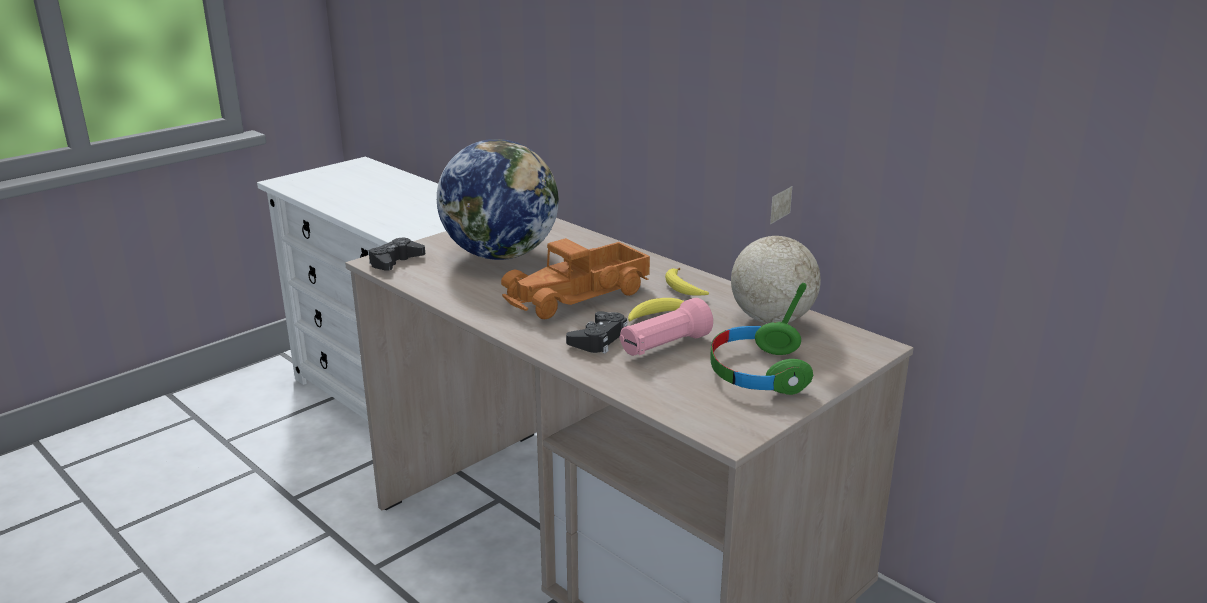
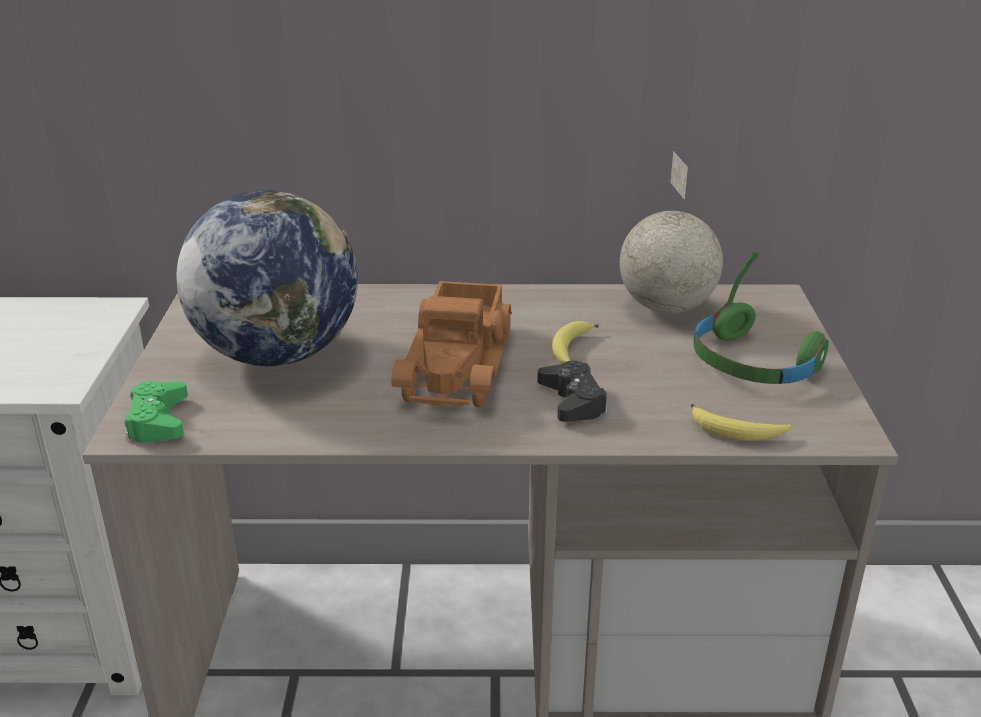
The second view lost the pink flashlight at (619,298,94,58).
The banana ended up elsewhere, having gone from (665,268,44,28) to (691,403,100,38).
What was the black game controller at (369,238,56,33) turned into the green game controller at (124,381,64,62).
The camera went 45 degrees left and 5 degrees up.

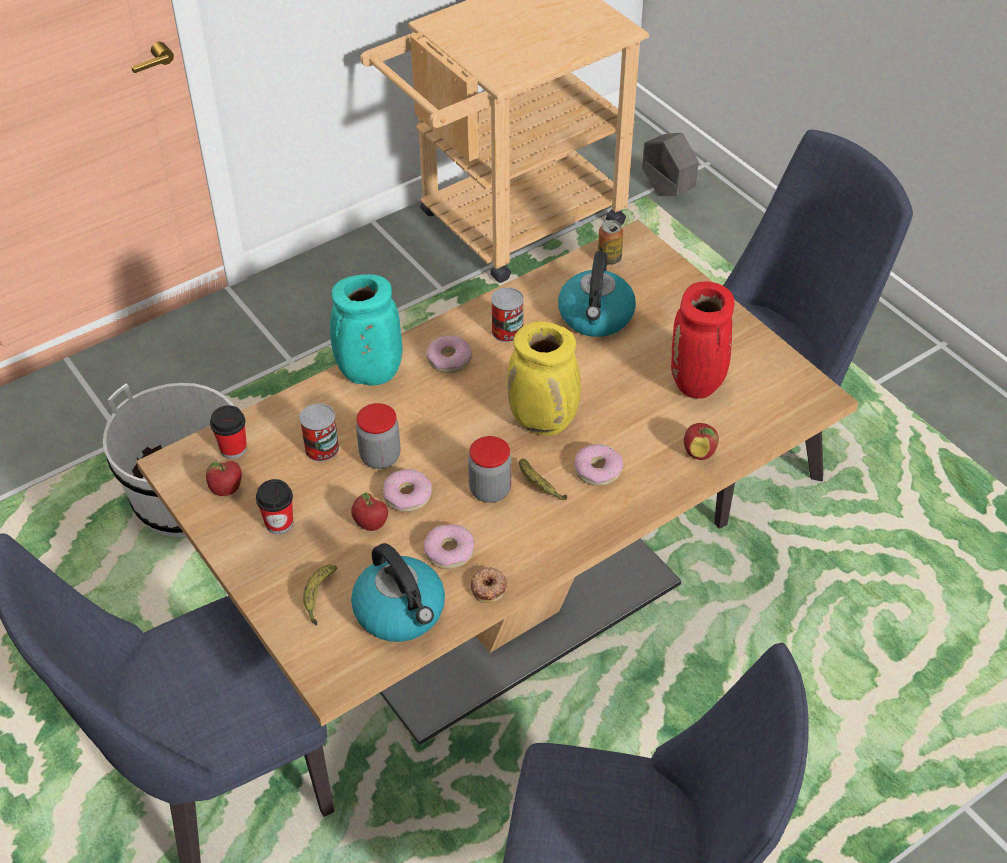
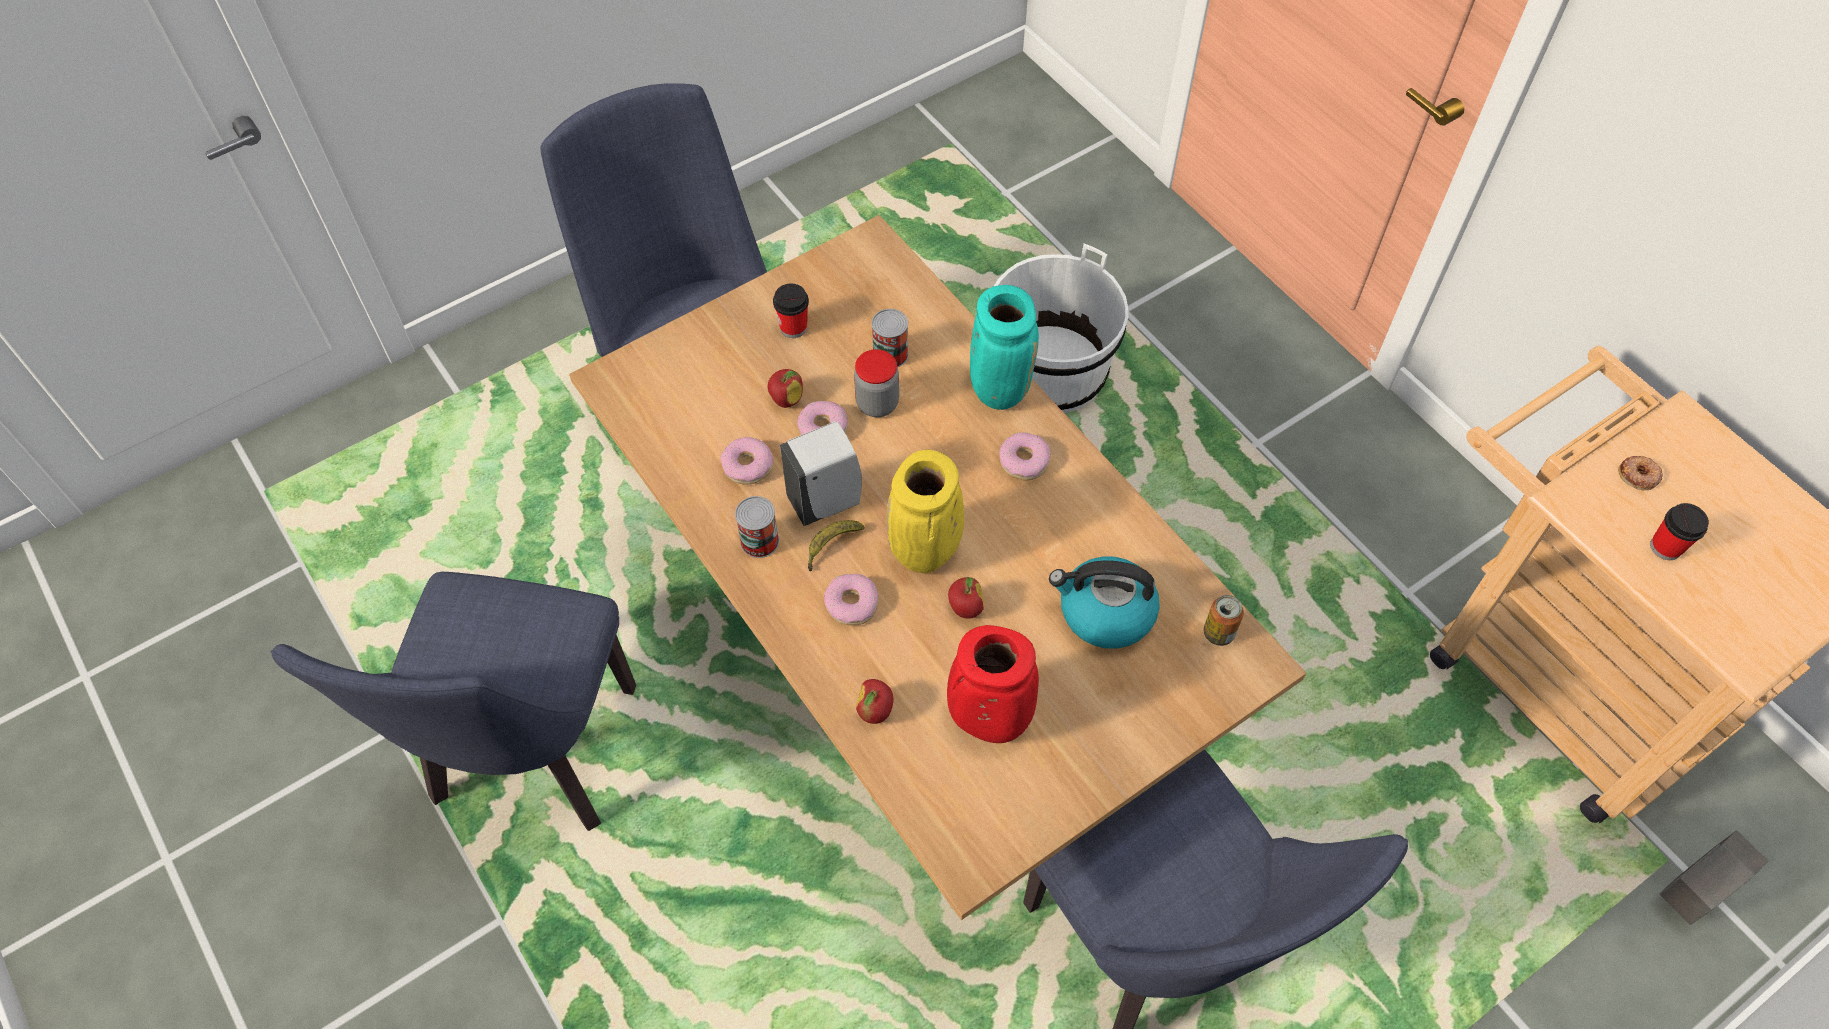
The second view lost the banana at (303,565,34,61).
The second view lost the kettle at (351,543,94,99).
The apple ended up elsewhere, having gone from (206,461,36,35) to (948,577,36,42).
The cup ended up elsewhere, having gone from (210,405,37,54) to (1650,503,59,57).
The donut ended up elsewhere, having gone from (470,567,38,36) to (1618,456,45,34).
The can ended up elsewhere, having gone from (491,287,33,55) to (735,496,44,62).
Where the jar stood at (468,436,43,67), the white soap dispenser came to stand at (780,421,82,105).
The camera went 90 degrees right and 10 degrees up.

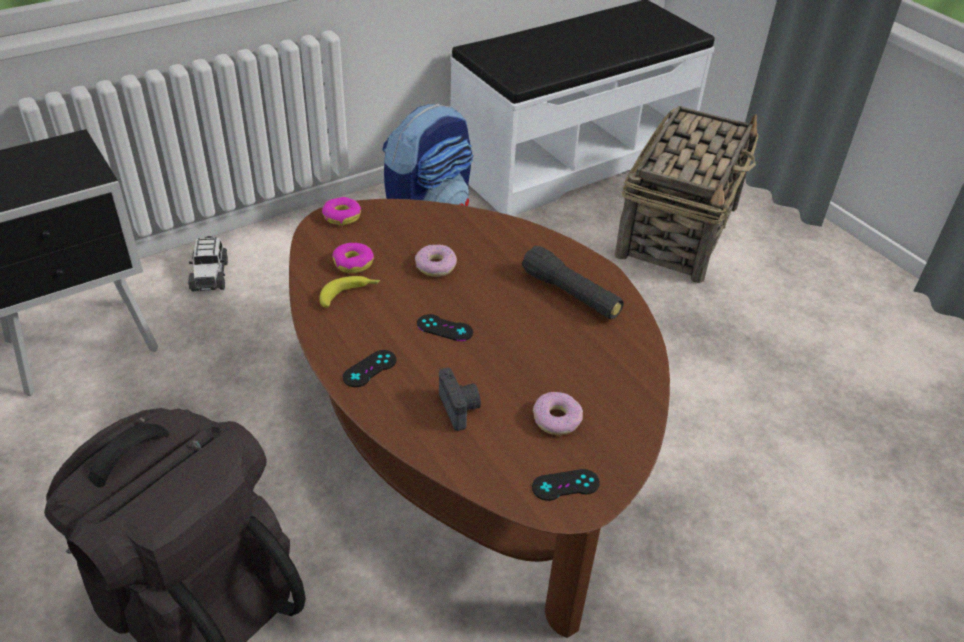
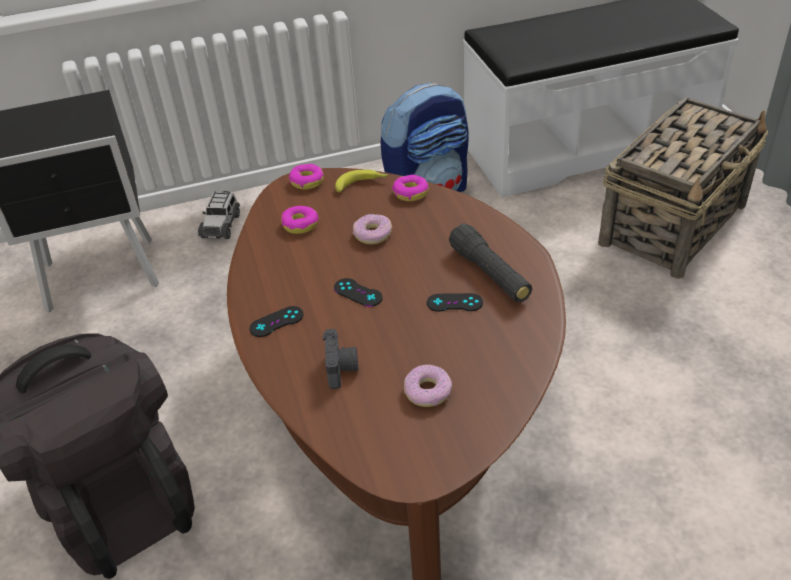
The second view gained the donut at (392,175,37,26).
The banana ended up elsewhere, having gone from (319,276,61,32) to (335,169,53,23).
The black game controller ended up elsewhere, having gone from (532,469,68,32) to (427,293,56,19).
The camera went 20 degrees right and 0 degrees up.

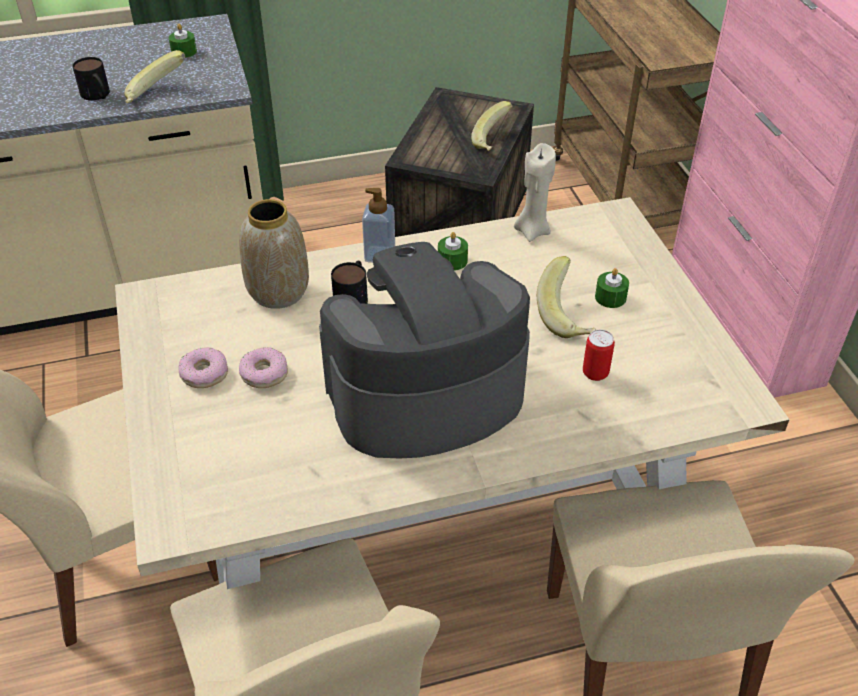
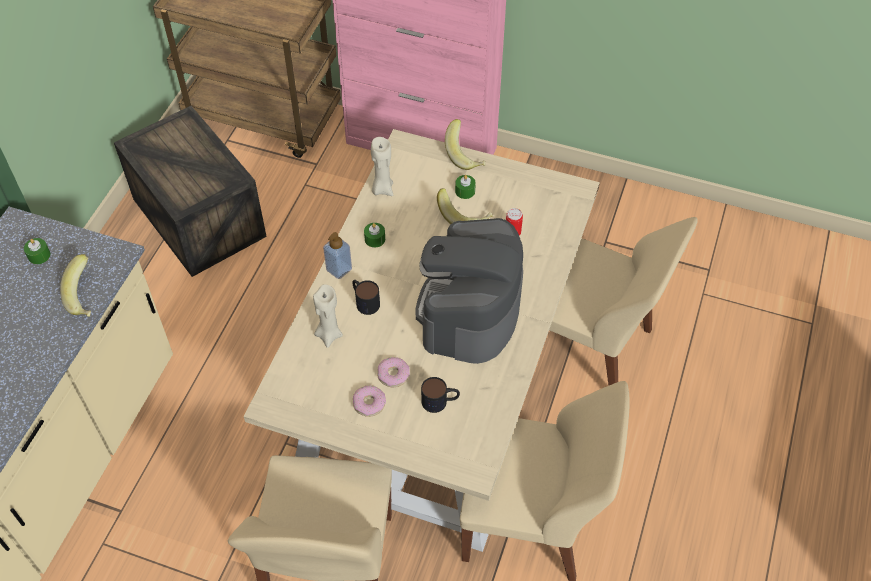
The mug ended up elsewhere, having gone from (72,57,38,43) to (421,377,39,36).
The banana ended up elsewhere, having gone from (471,101,41,50) to (445,119,40,51).
Where the vase stood at (239,199,70,110), the beige candle came to stand at (313,284,30,64).
The camera went 55 degrees left and 10 degrees up.

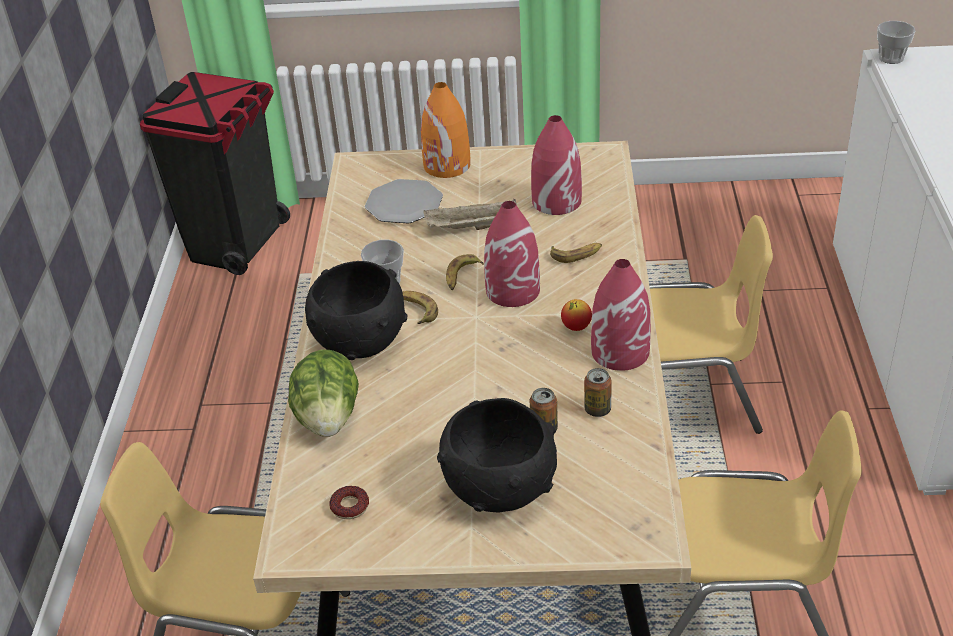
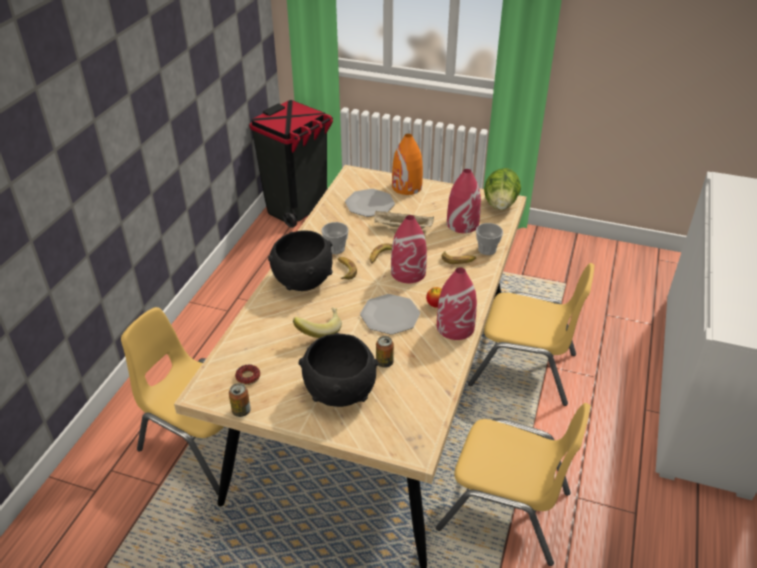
The second view gained the banana at (293,308,49,30).
The second view gained the plate at (360,294,60,41).
The lettuce ended up elsewhere, having gone from (288,349,71,88) to (484,168,37,42).
The can ended up elsewhere, having gone from (584,368,28,49) to (229,383,22,34).
The cup ended up elsewhere, having gone from (877,21,38,43) to (476,223,27,32).
The camera went 15 degrees right and 0 degrees up.

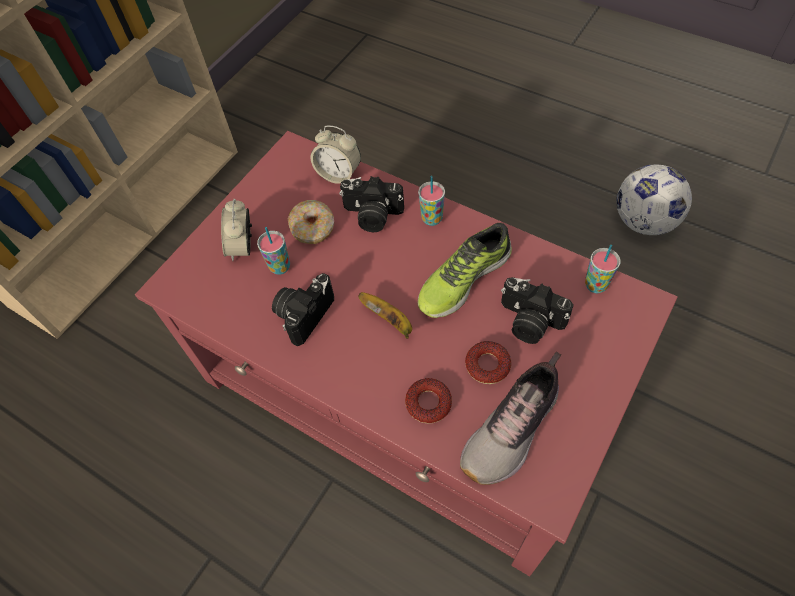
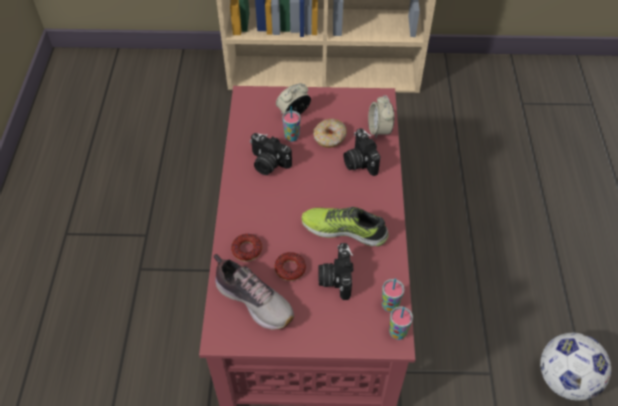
The second view lost the banana at (358,292,54,47).
The cup ended up elsewhere, having gone from (418,176,27,50) to (389,306,24,34).
The photo camera at (272,273,62,73) ended up facing another way, 150 degrees counterclockwise from before.
The shoe at (460,352,101,133) ended up facing another way, 150 degrees counterclockwise from before.
The camera went 55 degrees right and 5 degrees down.

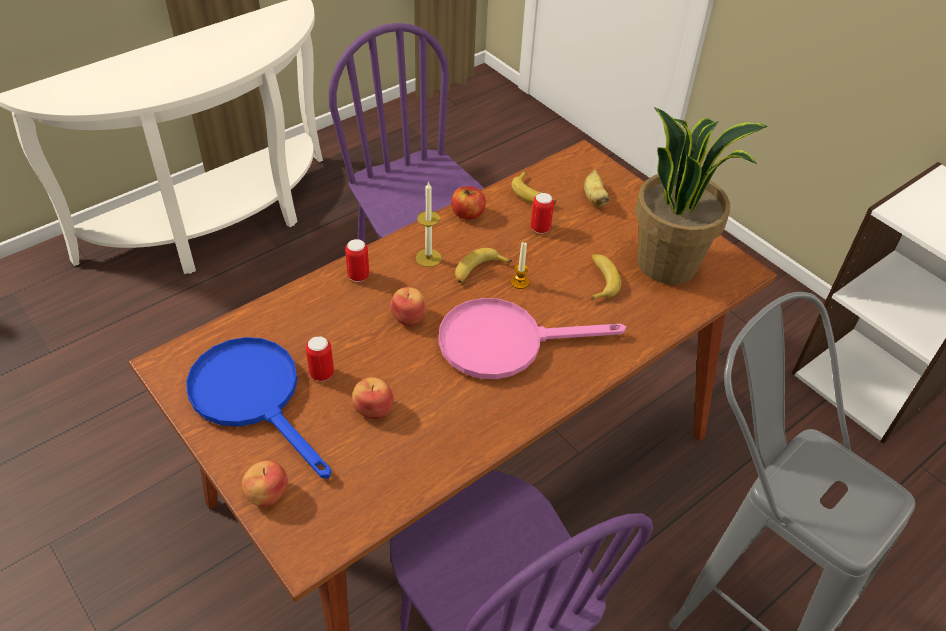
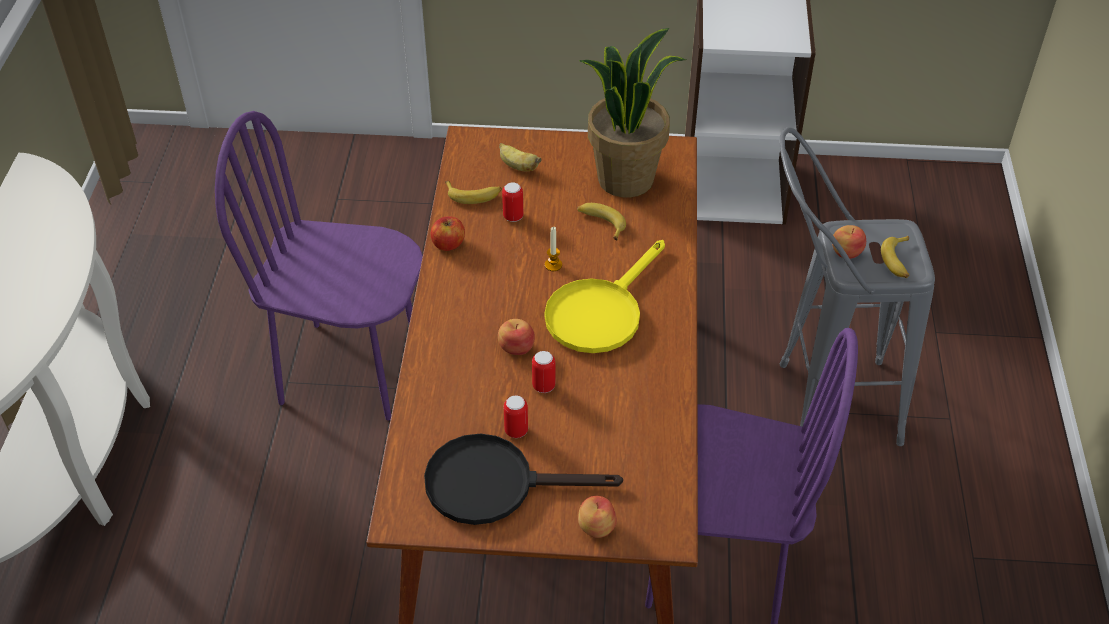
The second view lost the candle at (416,181,26,86).
The can ended up elsewhere, having gone from (345,239,24,43) to (532,351,23,42).
The apple ended up elsewhere, having gone from (352,377,42,42) to (832,225,34,34).
The banana ended up elsewhere, having gone from (455,248,57,35) to (881,236,28,42).
What was the blue frying pan at (186,337,145,141) turned into the black frying pan at (424,434,199,91).
What was the pink frying pan at (439,298,187,81) turned into the yellow frying pan at (545,240,120,113).
The camera went 45 degrees left and 0 degrees up.

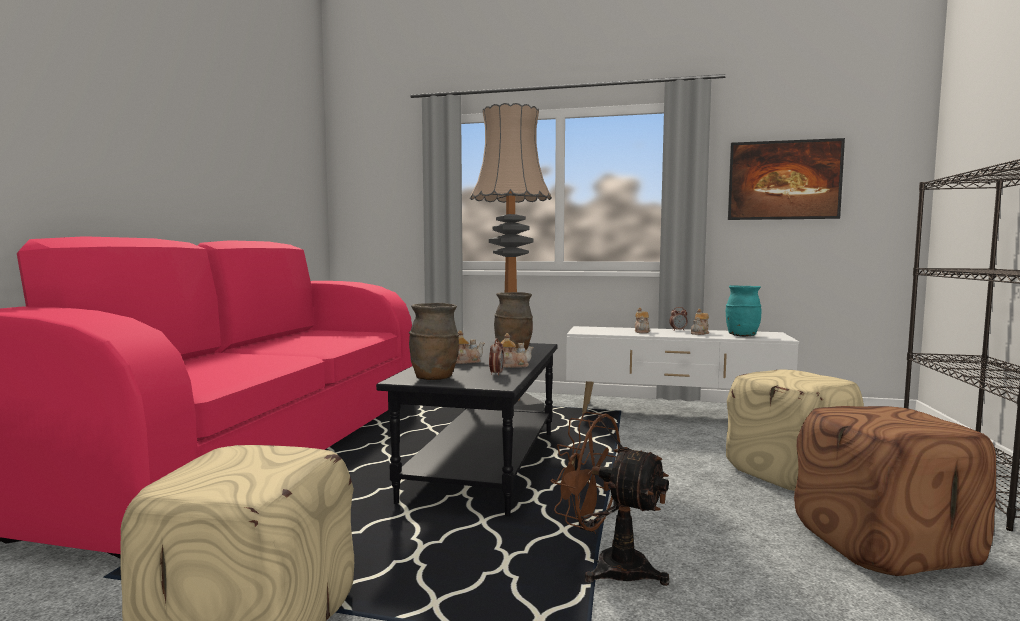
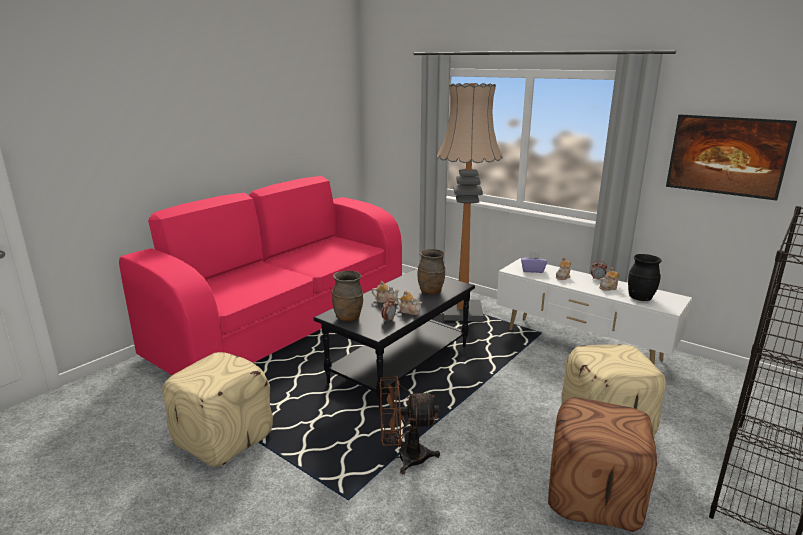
The second view gained the purple tissue box at (521,252,26,21).
What was the turquoise vase at (725,285,37,52) turned into the black vase at (628,254,34,47).
The brown fan at (551,412,118,174) ended up facing another way, 60 degrees counterclockwise from before.
The camera went 25 degrees right and 15 degrees up.

